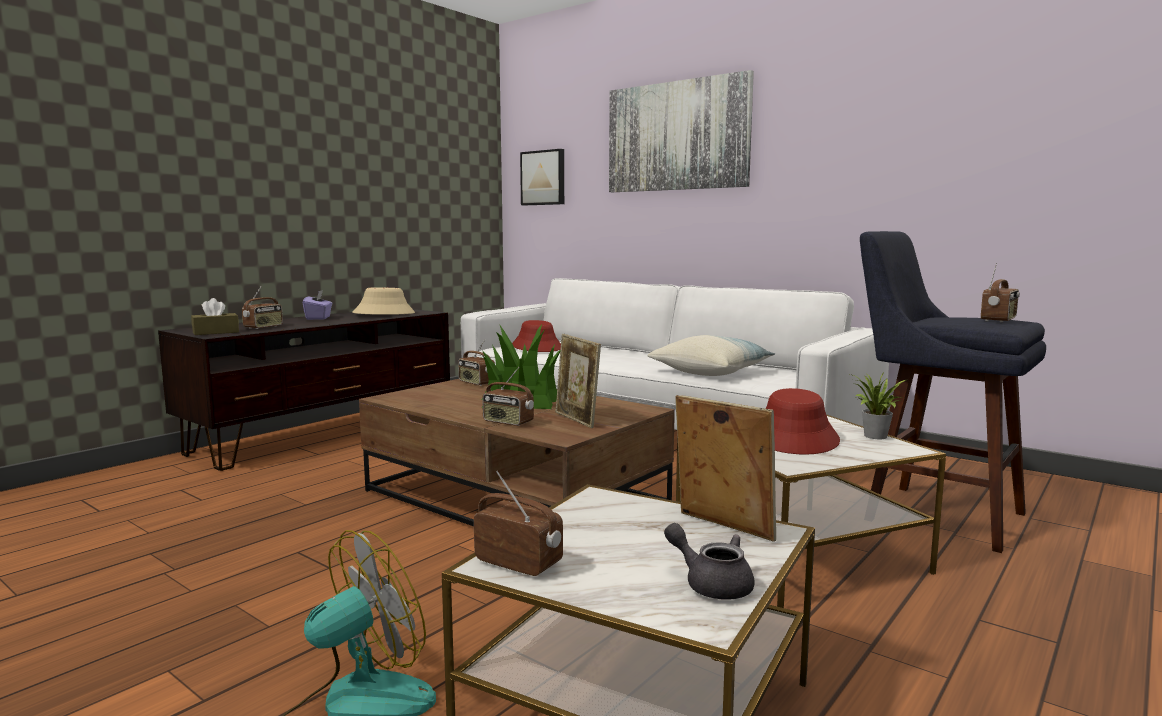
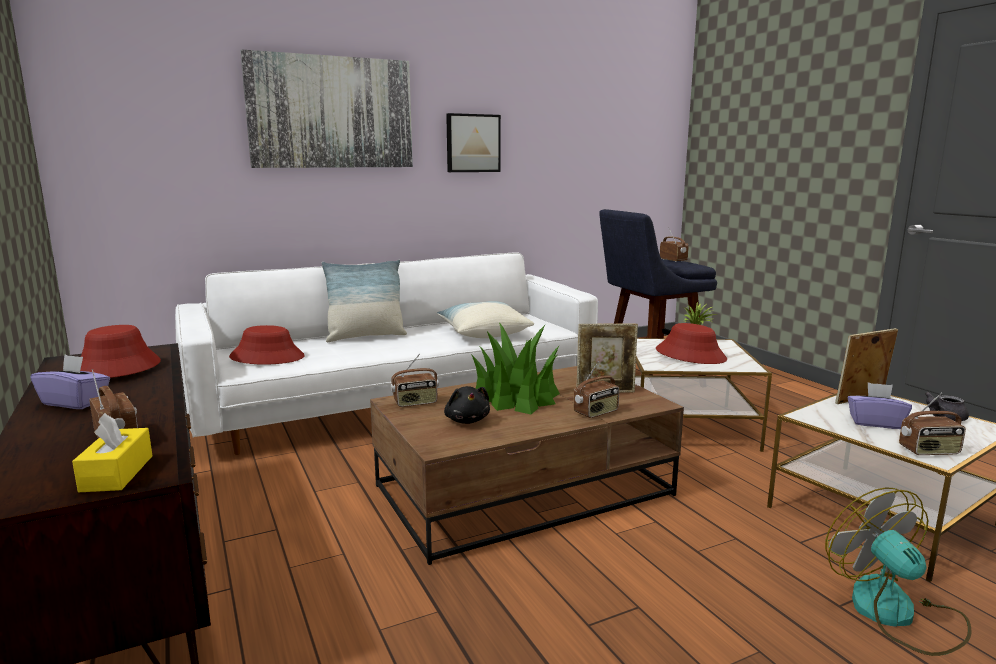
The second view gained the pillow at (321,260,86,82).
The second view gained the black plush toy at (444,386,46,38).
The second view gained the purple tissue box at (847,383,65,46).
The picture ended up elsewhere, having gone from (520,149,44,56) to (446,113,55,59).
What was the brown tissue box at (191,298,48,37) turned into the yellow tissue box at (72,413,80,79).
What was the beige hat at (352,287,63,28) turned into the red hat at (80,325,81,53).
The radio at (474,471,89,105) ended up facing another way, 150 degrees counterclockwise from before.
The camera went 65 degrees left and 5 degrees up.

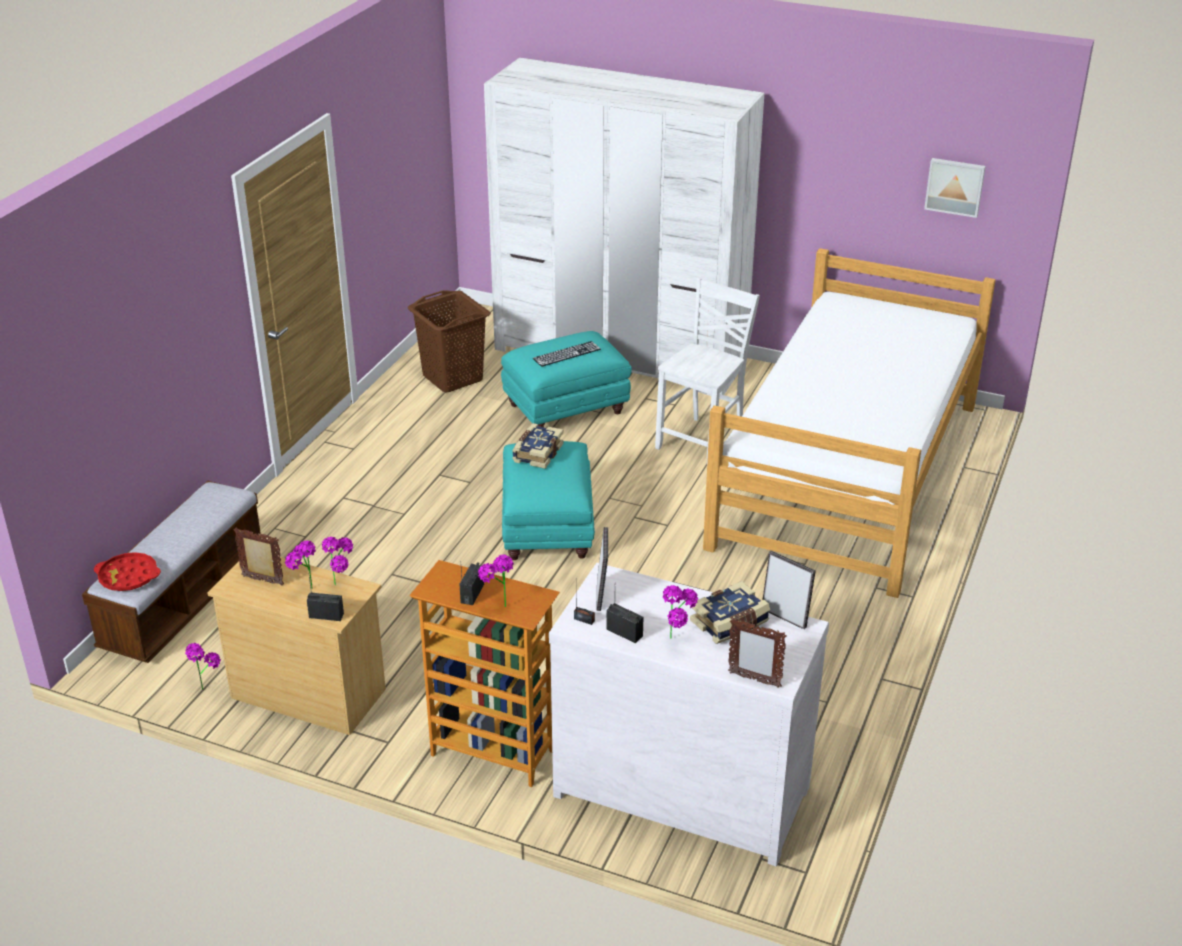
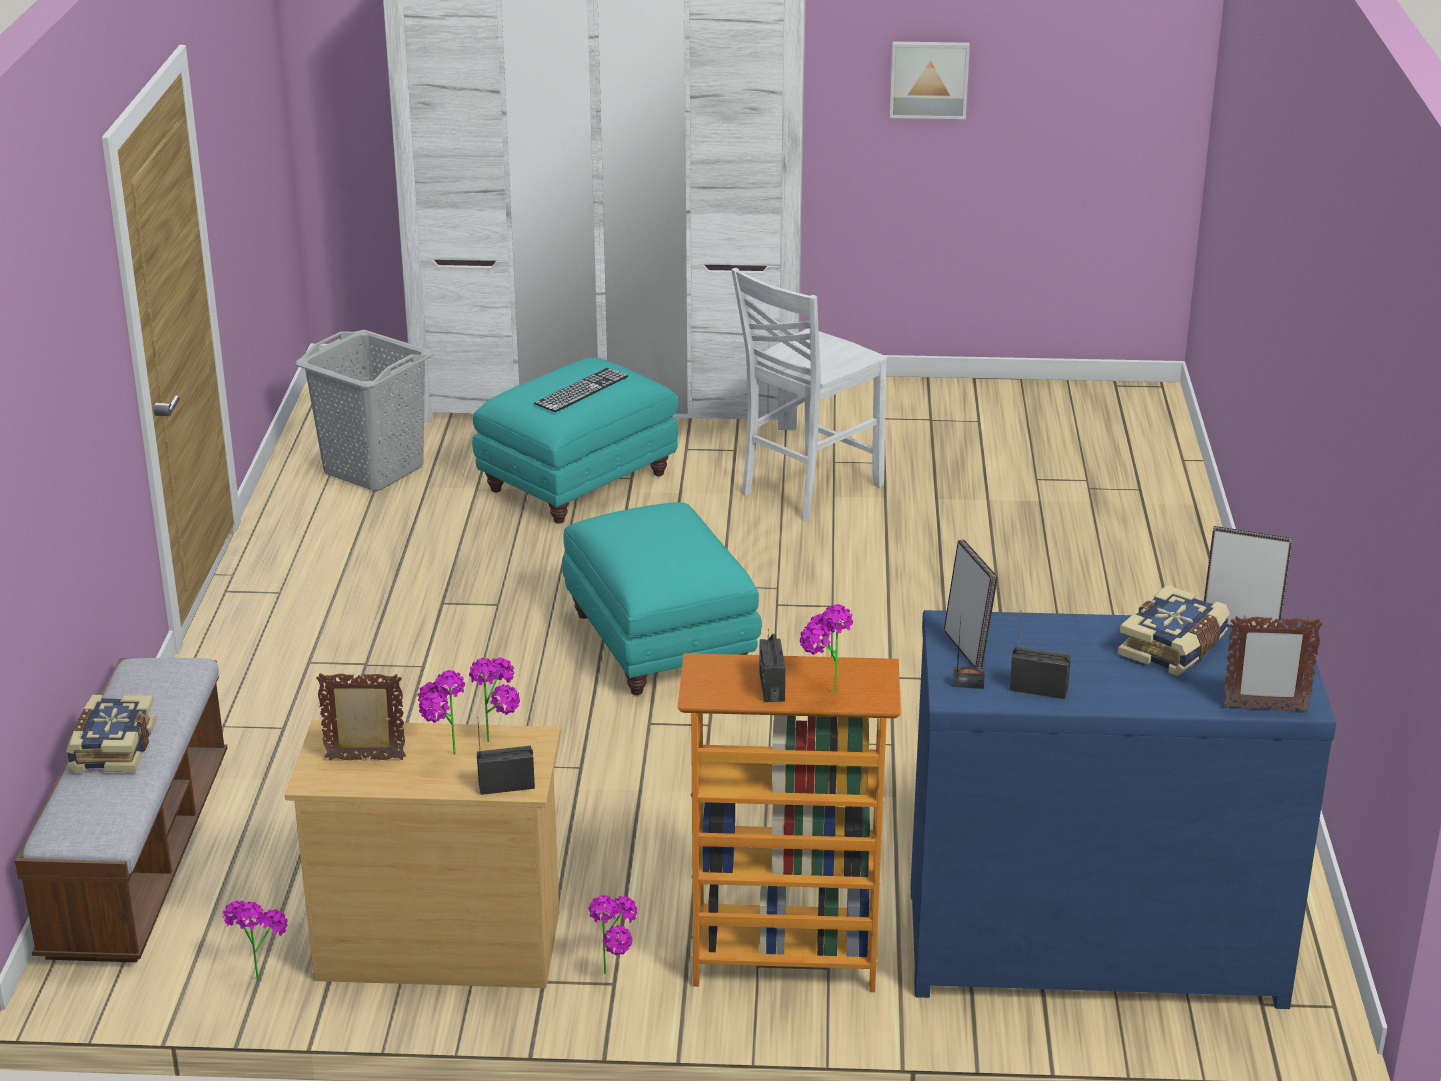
The second view lost the red tray at (94,552,67,39).
The second view lost the bed at (703,248,293,350).
The book ended up elsewhere, having gone from (512,423,52,46) to (66,695,91,77).
The potted plant ended up elsewhere, having gone from (663,585,35,54) to (589,895,49,79).
The picture ended up elsewhere, having gone from (924,158,62,60) to (890,41,80,78).
What was the brown laundry basket at (408,290,83,103) turned into the grey laundry basket at (295,330,139,161).
What was the white dresser at (549,563,280,303) turned into the blue dresser at (910,610,426,399).
The white chair at (655,278,105,183) ended up facing another way, 150 degrees counterclockwise from before.
The camera went 20 degrees left and 5 degrees down.

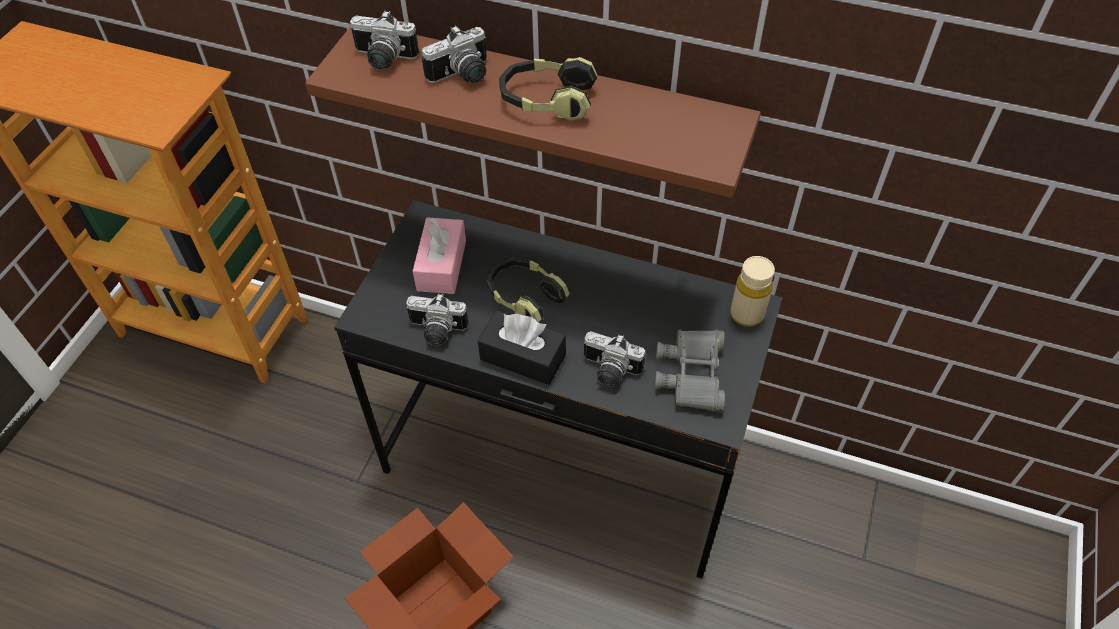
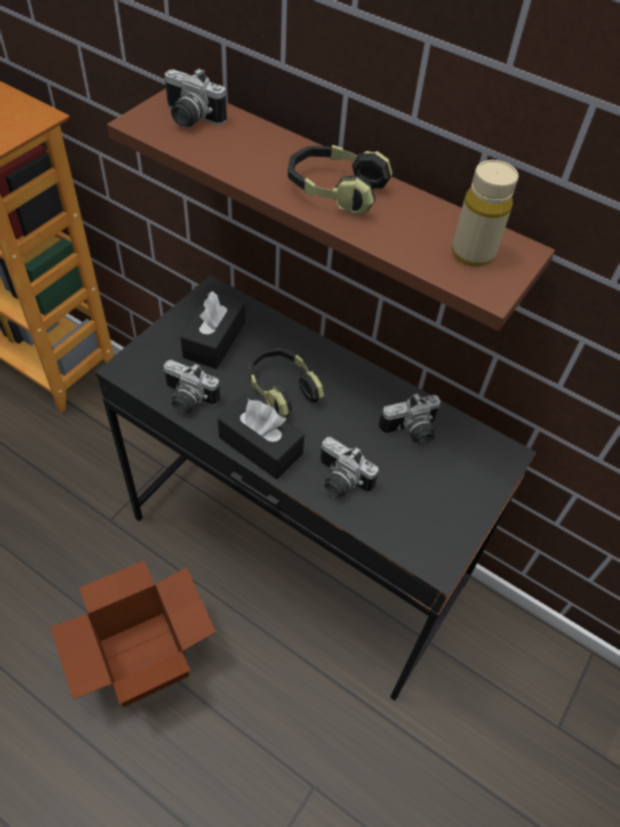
The second view lost the grey binoculars at (655,330,70,82).
The photo camera ended up elsewhere, having gone from (422,25,65,58) to (378,393,63,53).
The beige bottle ended up elsewhere, having gone from (730,256,45,71) to (452,160,66,107).
What was the pink tissue box at (413,217,53,77) turned into the black tissue box at (180,291,65,78).
The camera went 10 degrees right and 0 degrees up.

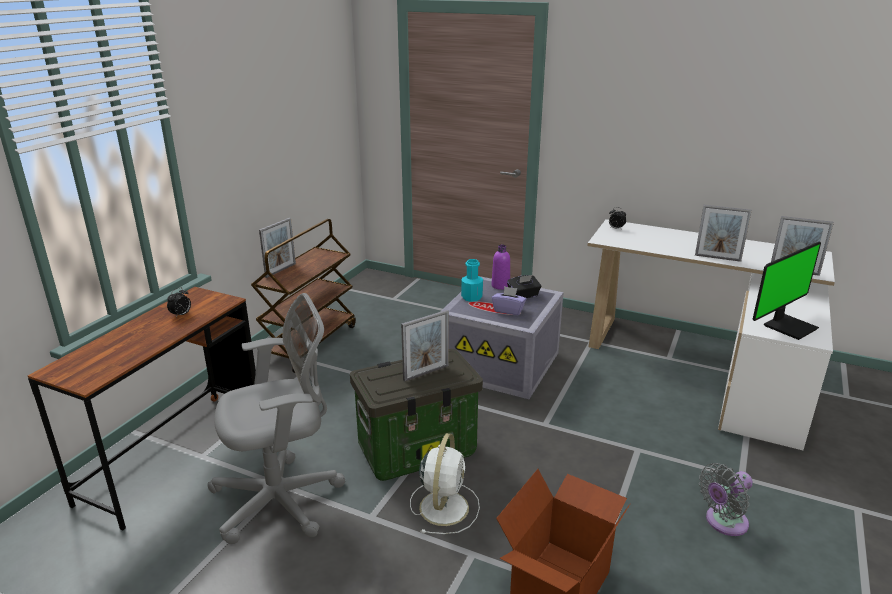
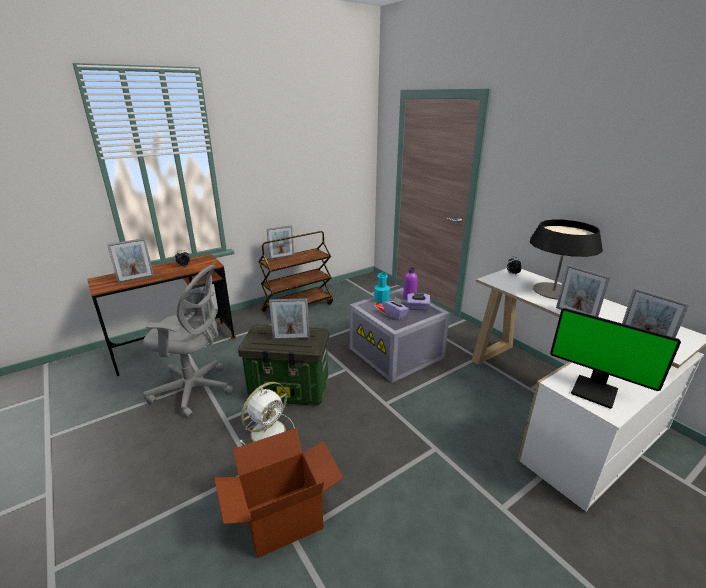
The second view lost the grey fan at (699,463,54,73).
The second view gained the picture frame at (107,238,47,45).
The second view gained the table lamp at (530,219,73,81).
What was the black tissue box at (507,275,34,23) turned into the purple tissue box at (407,293,23,18).
The monitor at (753,242,68,98) ended up facing another way, 45 degrees clockwise from before.
The camera went 30 degrees right and 0 degrees up.

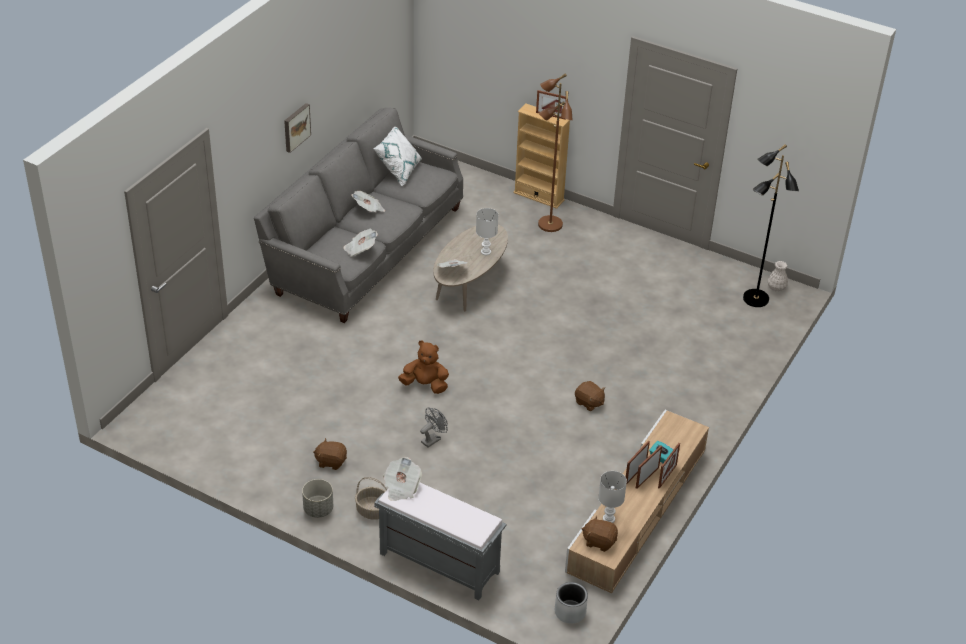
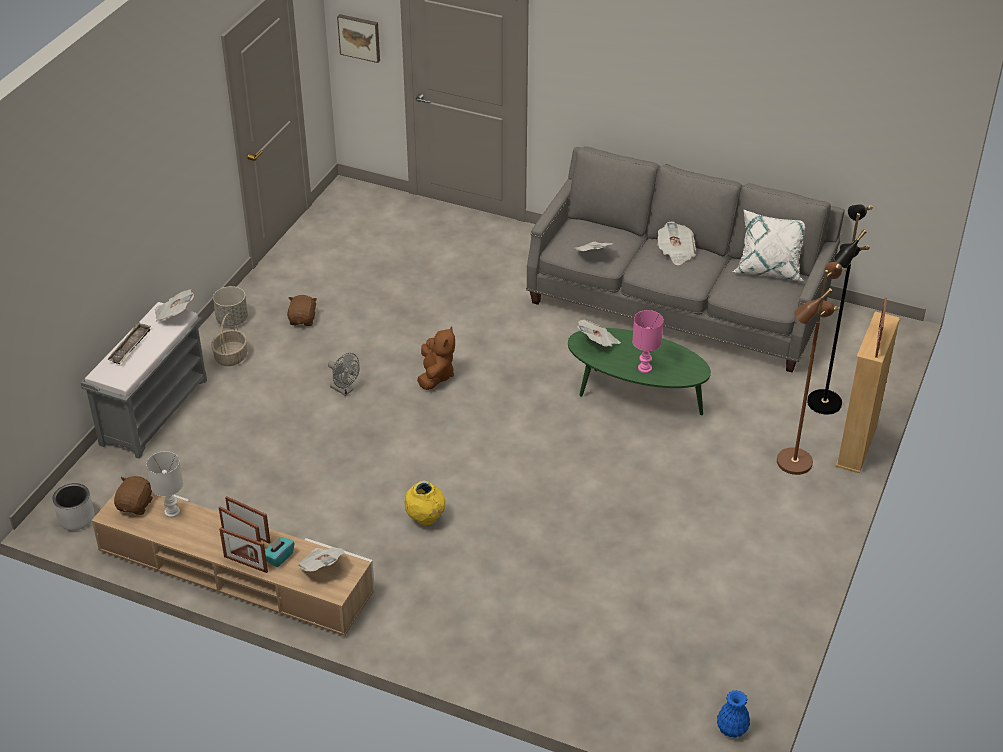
The second view gained the tray at (107,323,44,41).
The second view gained the newspaper at (297,547,48,24).
The picture ended up elsewhere, having gone from (284,103,27,50) to (337,14,43,49).
The black floor lamp ended up elsewhere, having gone from (743,144,56,163) to (807,204,66,211).
Where the brown plush toy stood at (575,381,30,30), the yellow vase came to stand at (405,481,40,45).
What was the beige coffee table at (433,224,75,87) turned into the green coffee table at (568,328,143,87).
What was the white table lamp at (476,208,22,47) turned into the pink table lamp at (632,310,32,63).
What was the white vase at (768,261,20,31) turned into the blue vase at (717,690,33,48).
The camera went 85 degrees right and 0 degrees up.

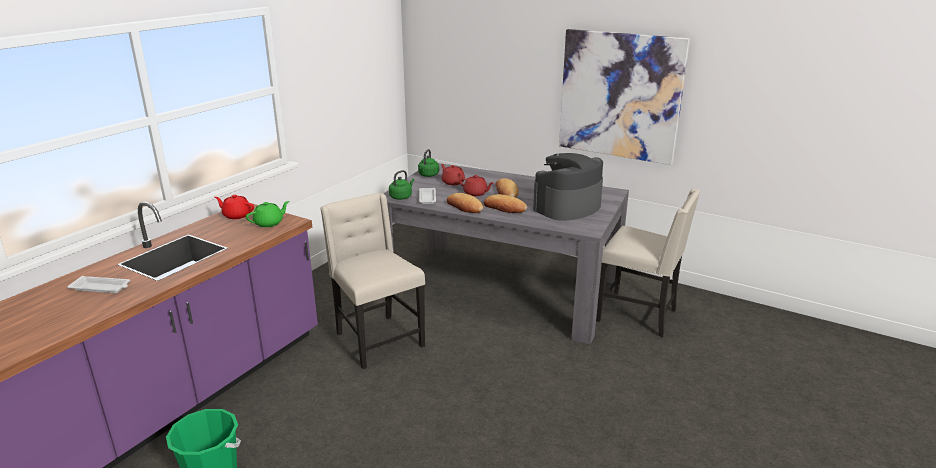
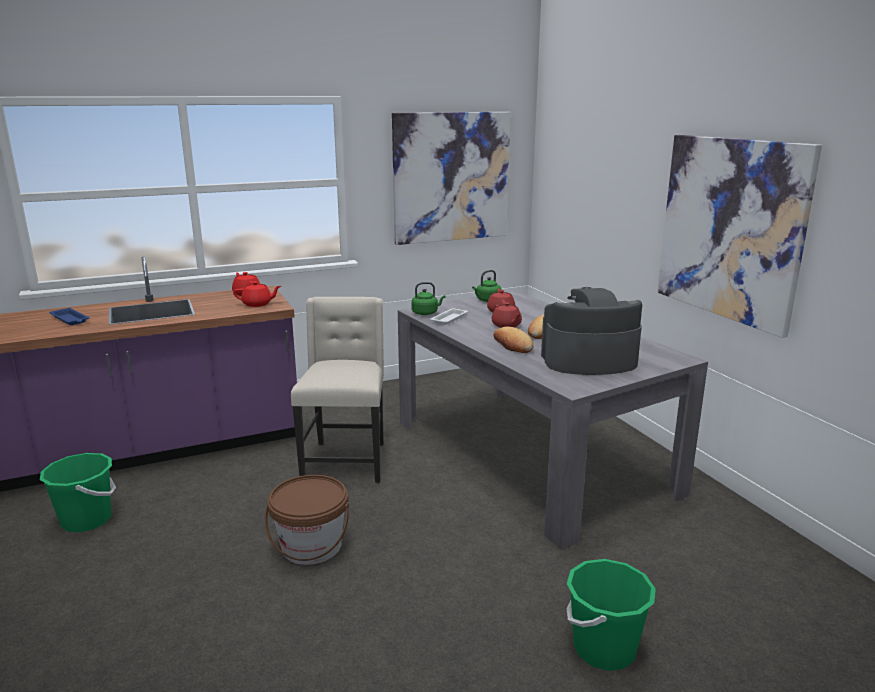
The second view lost the bread at (447,193,36,20).
The second view lost the beige chair at (596,189,104,148).
The second view gained the brown bucket at (265,475,84,90).
The second view gained the picture at (392,112,119,133).
The second view gained the green bucket at (567,559,89,112).
What was the white tray at (67,276,63,17) turned into the blue tray at (49,308,40,17).
What was the green teapot at (246,201,43,26) turned into the red teapot at (233,281,48,26).
The camera went 35 degrees right and 5 degrees down.

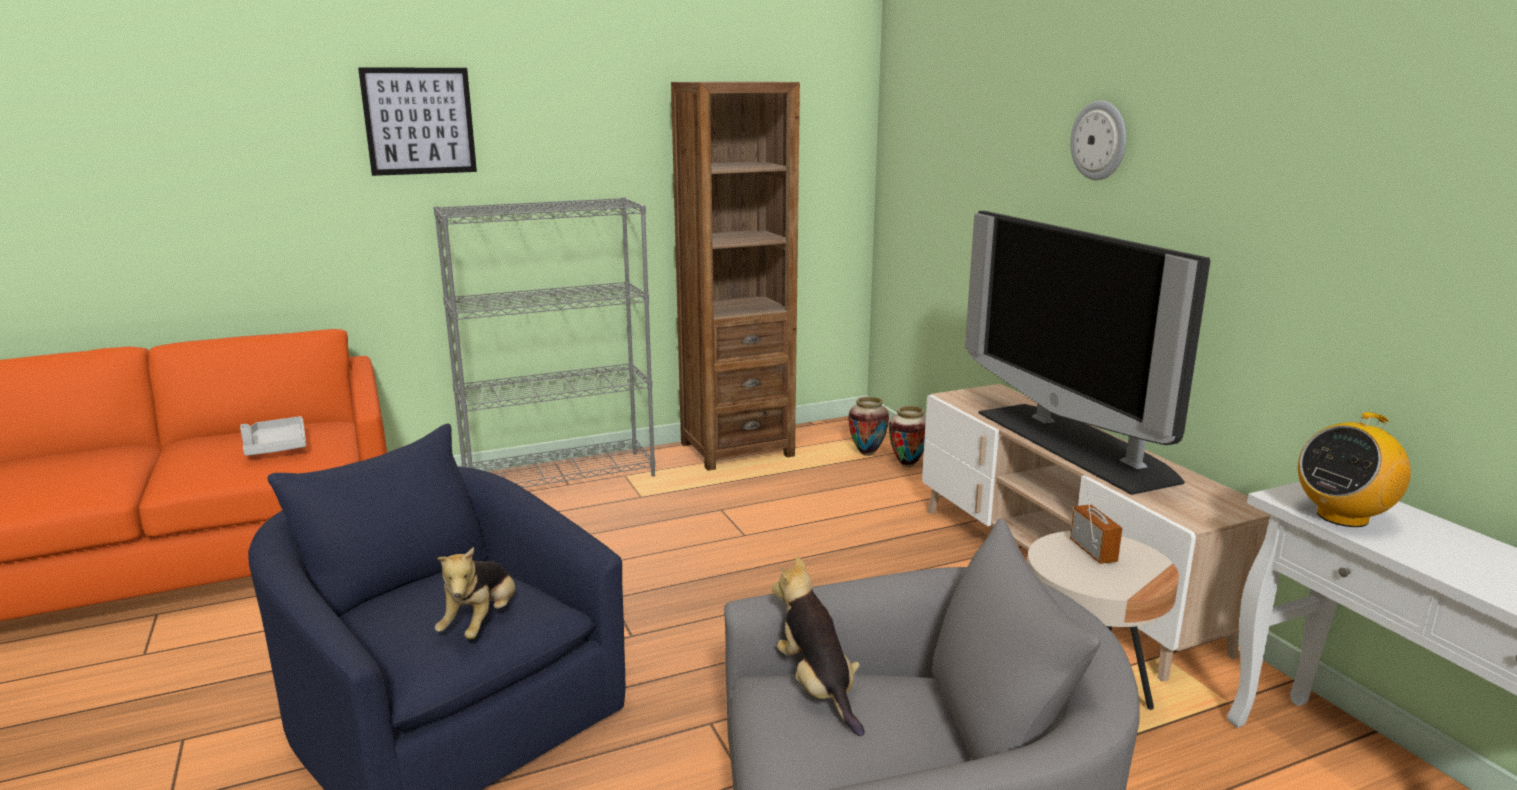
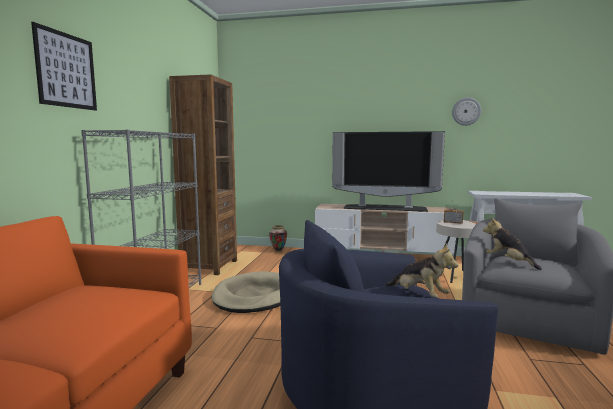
The second view lost the grey tray at (240,416,66,40).
The second view lost the vase at (848,397,41,59).
The second view lost the radio at (1298,412,113,115).
The second view gained the beige dog bed at (211,271,69,42).
The wall clock ended up elsewhere, having gone from (1070,100,56,80) to (452,97,29,29).
The plush toy at (772,556,93,180) ended up facing another way, 45 degrees clockwise from before.
The camera went 55 degrees left and 10 degrees down.

